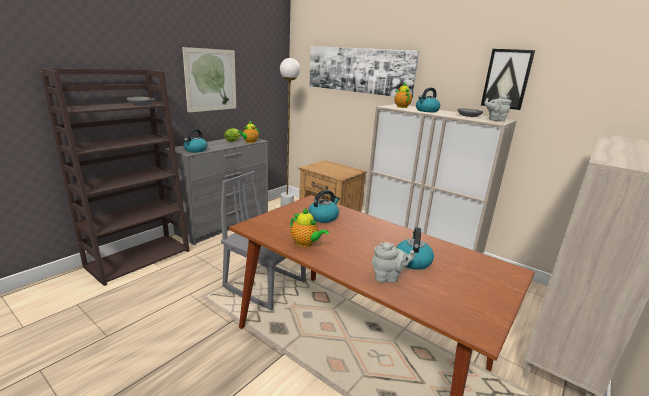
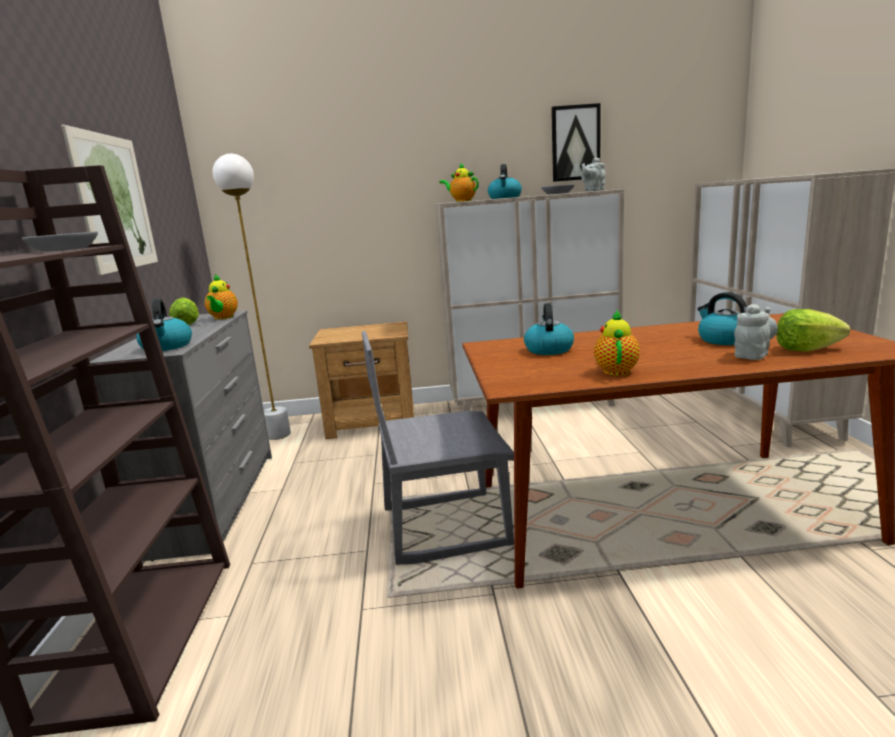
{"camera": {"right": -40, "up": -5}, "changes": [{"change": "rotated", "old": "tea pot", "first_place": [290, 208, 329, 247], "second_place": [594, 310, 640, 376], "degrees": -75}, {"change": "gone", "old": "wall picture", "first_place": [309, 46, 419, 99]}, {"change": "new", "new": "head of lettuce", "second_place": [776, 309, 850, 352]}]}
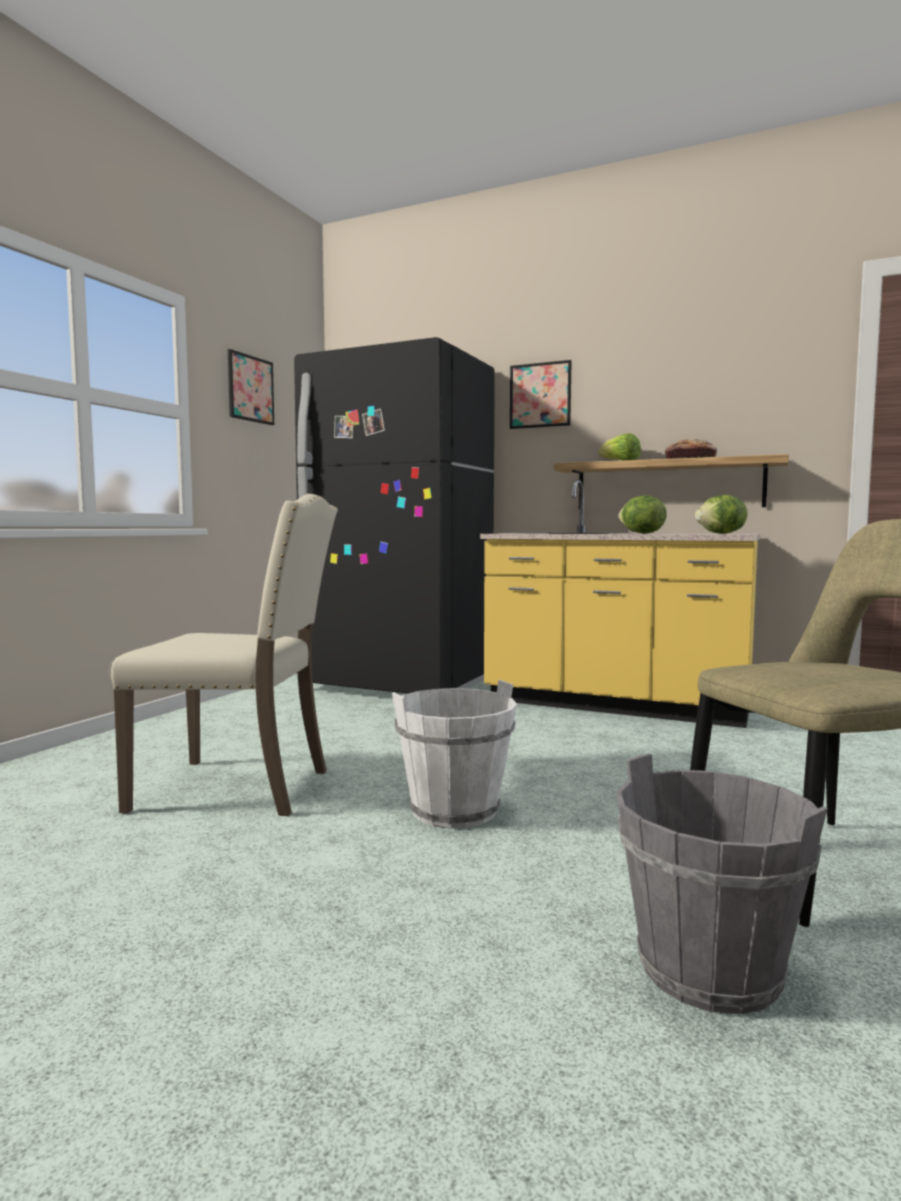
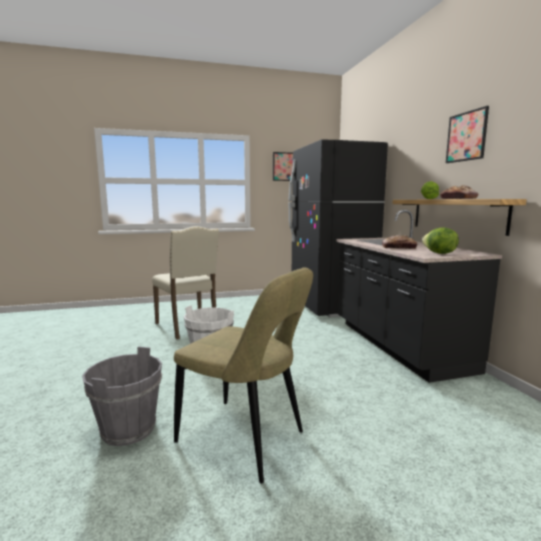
{"camera": {"right": 50, "up": 5}, "changes": [{"change": "repainted", "old": "yellow-coloured counter", "new": "black counter", "first_place": [480, 480, 760, 728], "second_place": [336, 210, 502, 383]}, {"change": "shifted", "old": "wall picture", "first_place": [510, 360, 572, 429], "second_place": [446, 106, 489, 163]}, {"change": "swapped", "old": "head of lettuce", "new": "bakery bread", "first_place": [619, 495, 667, 534], "second_place": [382, 235, 417, 249]}]}
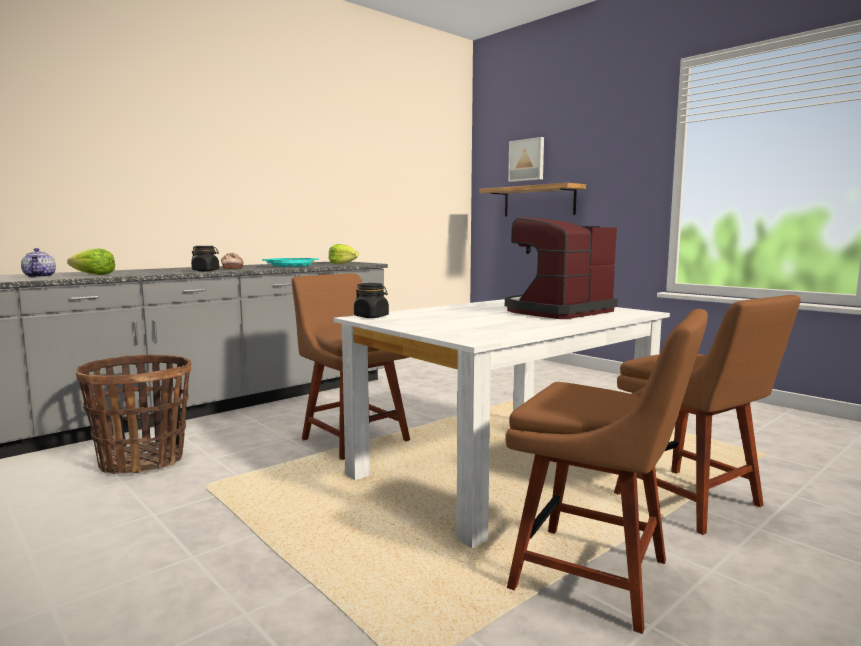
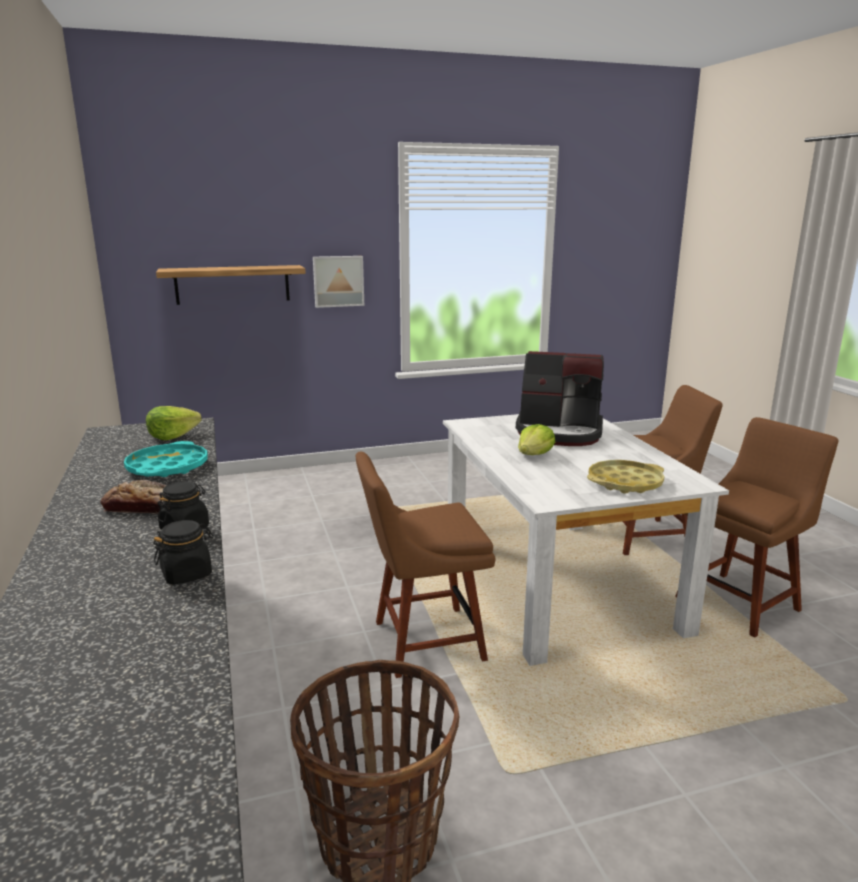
{"camera": {"right": -65, "up": 10}, "changes": [{"change": "gone", "old": "tea pot", "first_place": [21, 248, 56, 278]}, {"change": "shifted", "old": "head of lettuce", "first_place": [67, 249, 115, 275], "second_place": [518, 424, 555, 455]}, {"change": "shifted", "old": "black preserve jar", "first_place": [354, 283, 389, 318], "second_place": [153, 520, 214, 585]}, {"change": "rotated", "old": "coffee brewer", "first_place": [505, 217, 618, 319], "second_place": [516, 351, 604, 446], "degrees": -60}, {"change": "shifted", "old": "wall picture", "first_place": [508, 137, 544, 182], "second_place": [313, 256, 364, 308]}, {"change": "new", "new": "yellow-coloured serving tray", "second_place": [587, 460, 665, 494]}]}
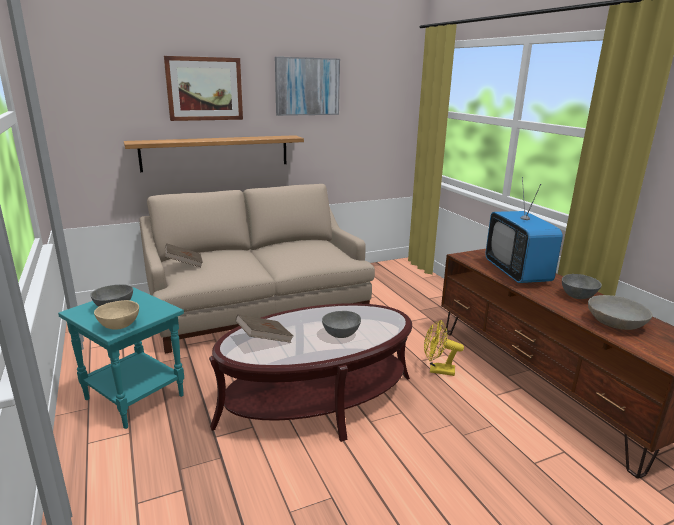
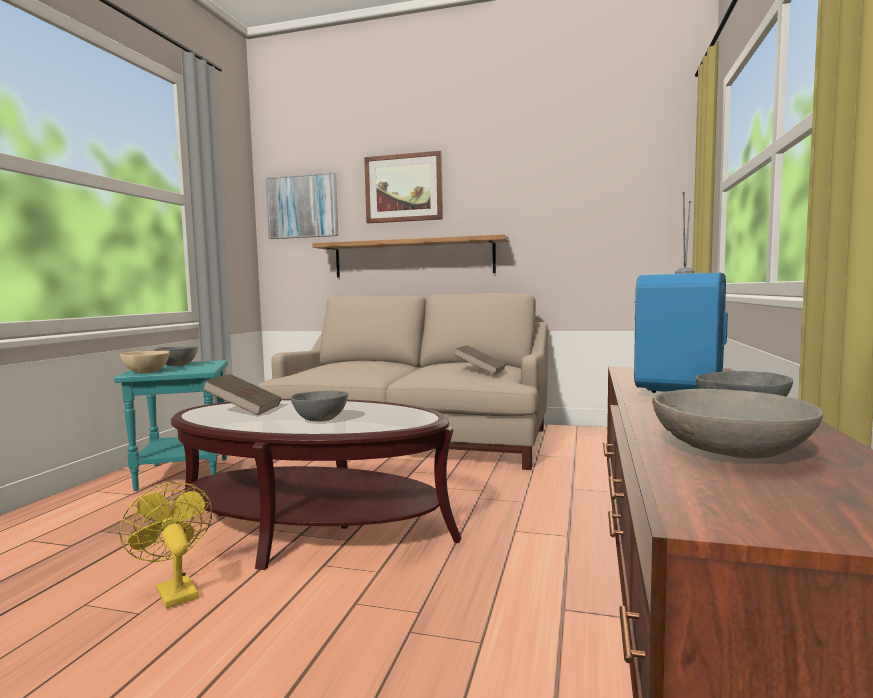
{"camera": {"right": 40, "up": -15}, "changes": [{"change": "shifted", "old": "brown-coloured book", "first_place": [165, 244, 203, 267], "second_place": [454, 345, 506, 375]}, {"change": "shifted", "old": "wall picture", "first_place": [275, 57, 340, 116], "second_place": [266, 172, 338, 239]}, {"change": "shifted", "old": "yellow-coloured cooling fan", "first_place": [424, 320, 464, 376], "second_place": [119, 482, 212, 609]}]}
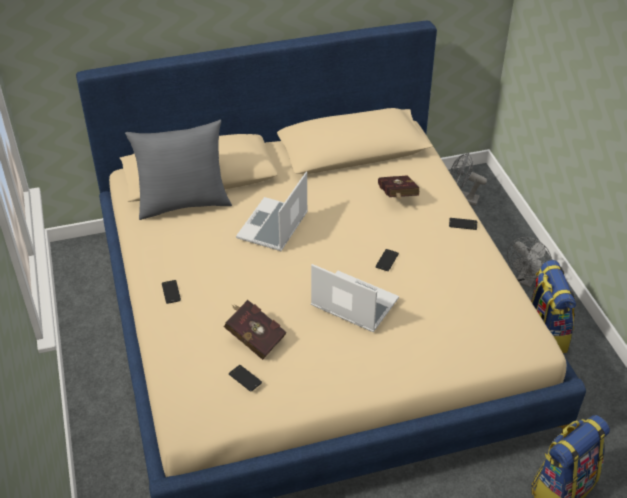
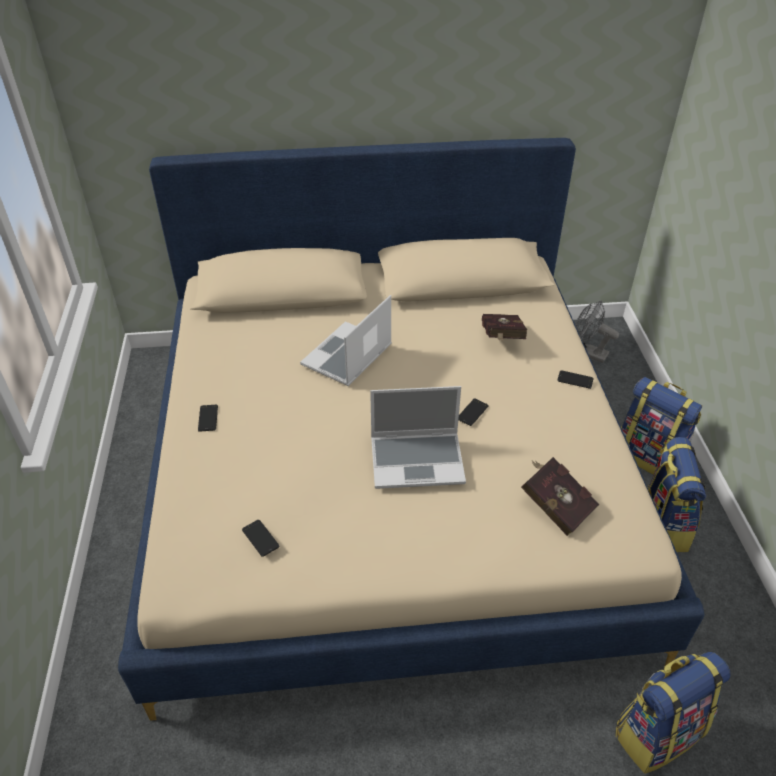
{"camera": {"right": 10, "up": 0}, "changes": [{"change": "gone", "old": "grey pillow", "first_place": [125, 120, 232, 220]}, {"change": "shifted", "old": "red-coloured book", "first_place": [223, 300, 287, 360], "second_place": [521, 457, 599, 536]}, {"change": "rotated", "old": "portable computer", "first_place": [311, 264, 399, 332], "second_place": [370, 386, 466, 489], "degrees": 135}, {"change": "swapped", "old": "grey cooling fan", "new": "backpack", "first_place": [507, 237, 552, 288], "second_place": [621, 377, 702, 475]}]}
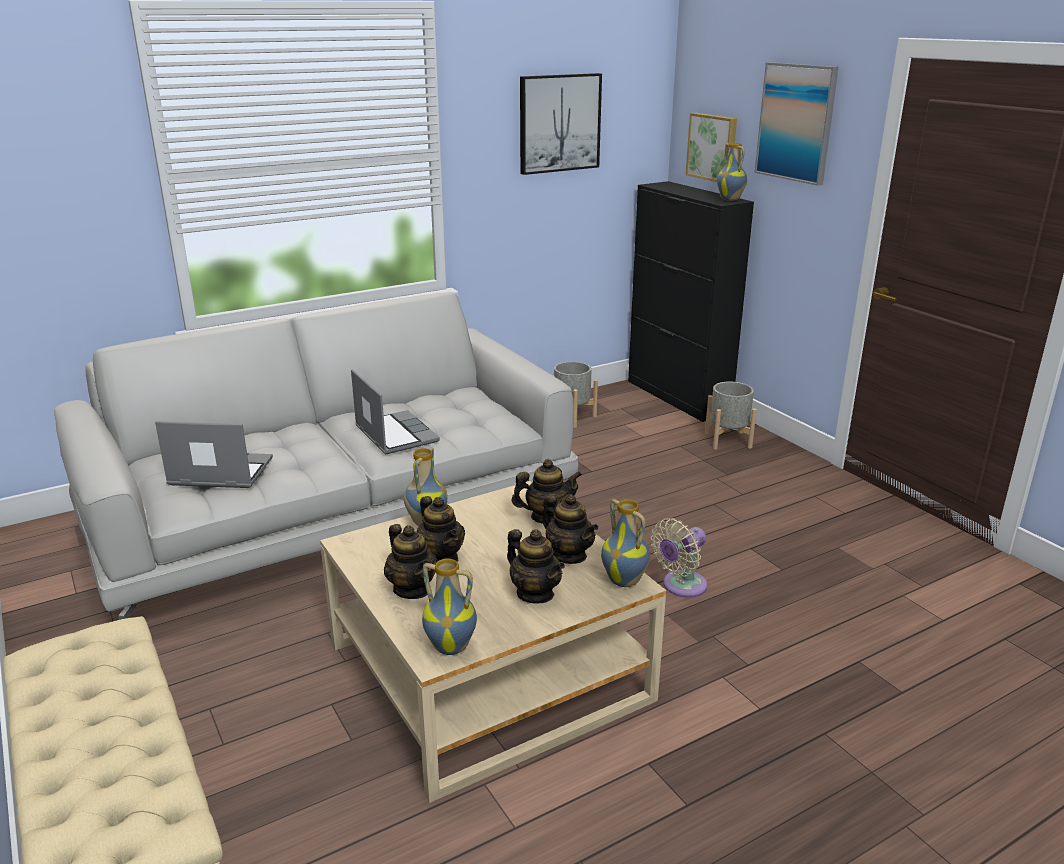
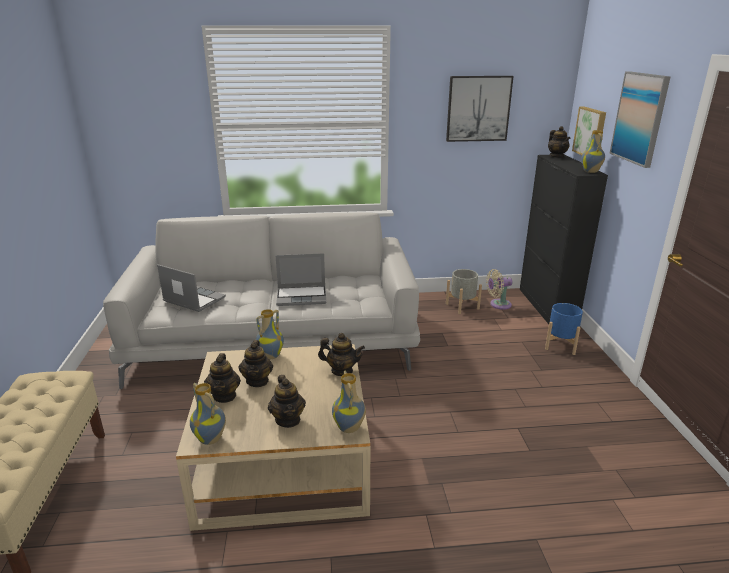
{"camera": {"right": 25, "up": 0}, "changes": [{"change": "rotated", "old": "portable computer", "first_place": [351, 369, 440, 455], "second_place": [275, 253, 327, 306], "degrees": 90}, {"change": "shifted", "old": "tea pot", "first_place": [542, 494, 598, 564], "second_place": [548, 126, 571, 158]}, {"change": "shifted", "old": "beige cooling fan", "first_place": [651, 518, 708, 598], "second_place": [486, 269, 512, 310]}, {"change": "repainted", "old": "grey planter", "new": "blue planter", "first_place": [705, 382, 757, 449], "second_place": [545, 303, 583, 355]}]}
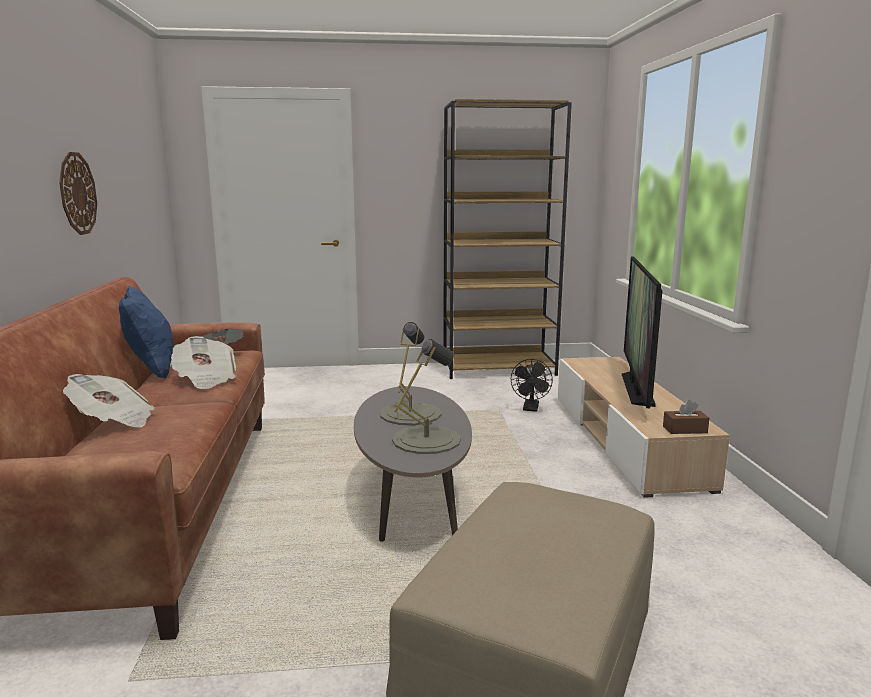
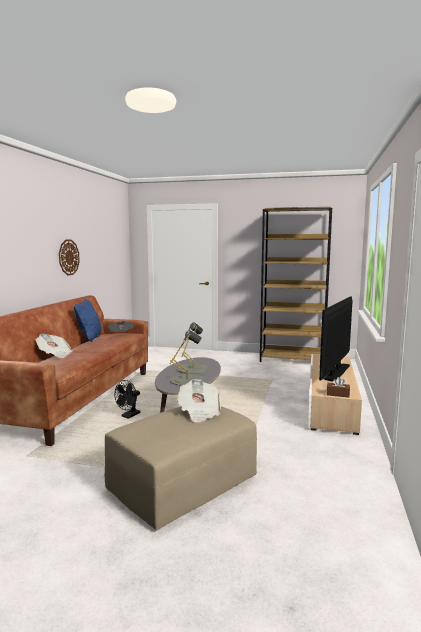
{"camera": {"right": 20, "up": -5}, "changes": [{"change": "shifted", "old": "printed paper", "first_place": [170, 336, 236, 389], "second_place": [177, 379, 221, 423]}, {"change": "shifted", "old": "black cooling fan", "first_place": [511, 359, 553, 412], "second_place": [115, 380, 140, 419]}]}
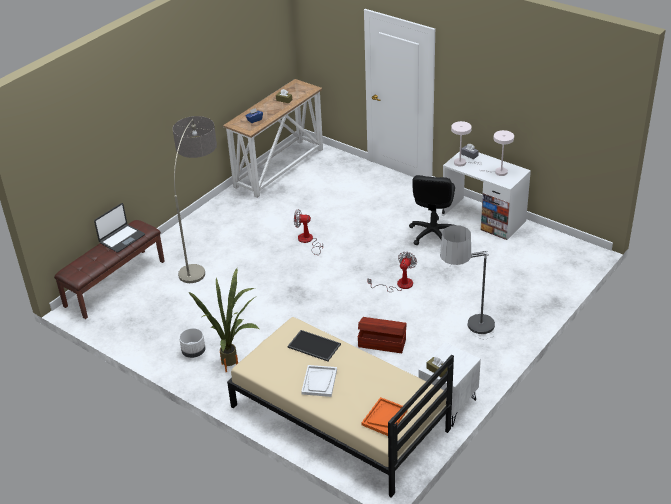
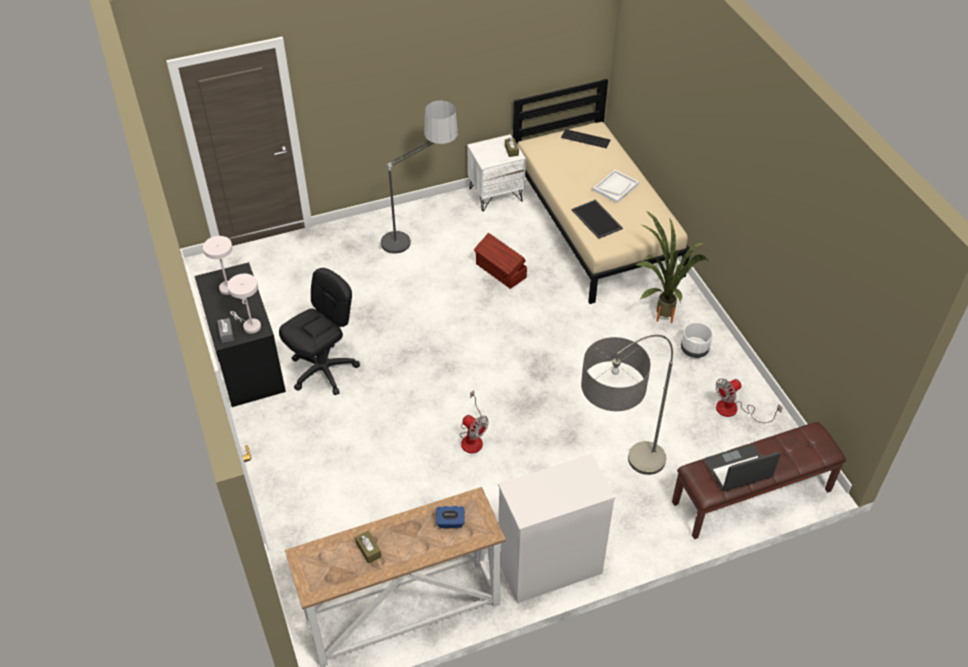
{"camera": {"right": -150, "up": 10}, "changes": [{"change": "swapped", "old": "orange-coloured serving tray", "new": "PC keyboard", "first_place": [361, 397, 408, 436], "second_place": [561, 129, 611, 148]}, {"change": "shifted", "old": "cooling fan", "first_place": [368, 252, 417, 292], "second_place": [715, 379, 782, 423]}, {"change": "repainted", "old": "white desk", "new": "black desk", "first_place": [442, 151, 531, 240], "second_place": [195, 262, 286, 407]}, {"change": "new", "new": "white dresser", "second_place": [498, 454, 616, 603]}]}
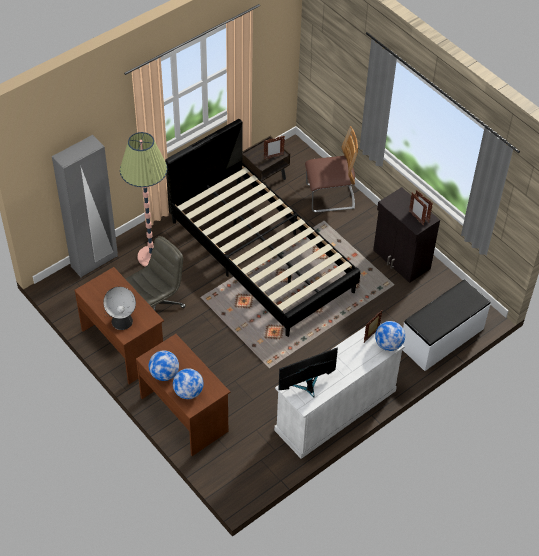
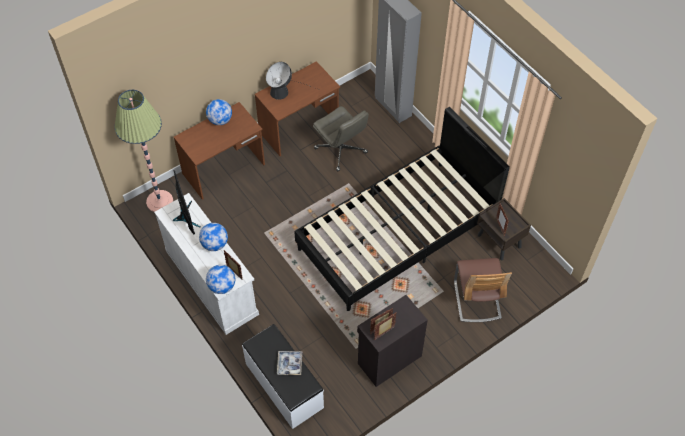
{"camera": {"right": 95, "up": 5}, "changes": [{"change": "shifted", "old": "floor lamp", "first_place": [120, 132, 167, 267], "second_place": [114, 90, 173, 212]}, {"change": "shifted", "old": "globe", "first_place": [173, 368, 203, 399], "second_place": [199, 223, 228, 251]}, {"change": "new", "new": "serving tray", "second_place": [277, 351, 302, 375]}]}
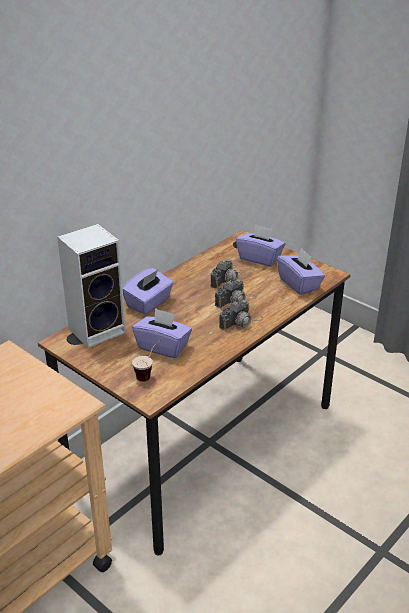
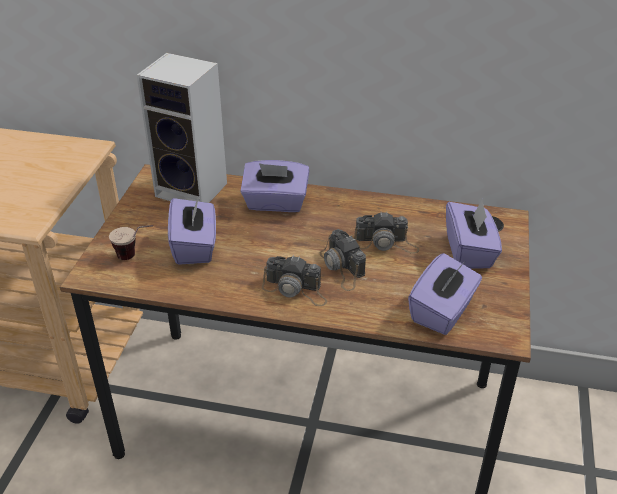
{"camera": {"right": 60, "up": 5}, "changes": [{"change": "rotated", "old": "photo camera", "first_place": [215, 279, 257, 310], "second_place": [320, 229, 366, 291], "degrees": 45}]}
